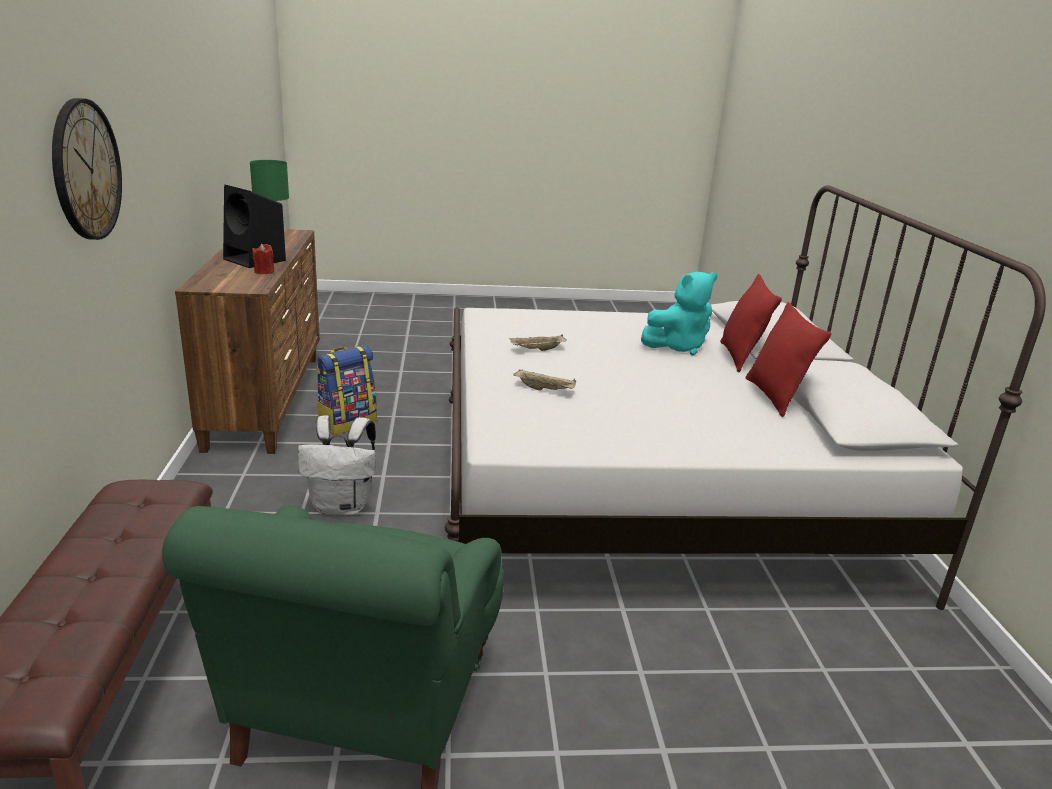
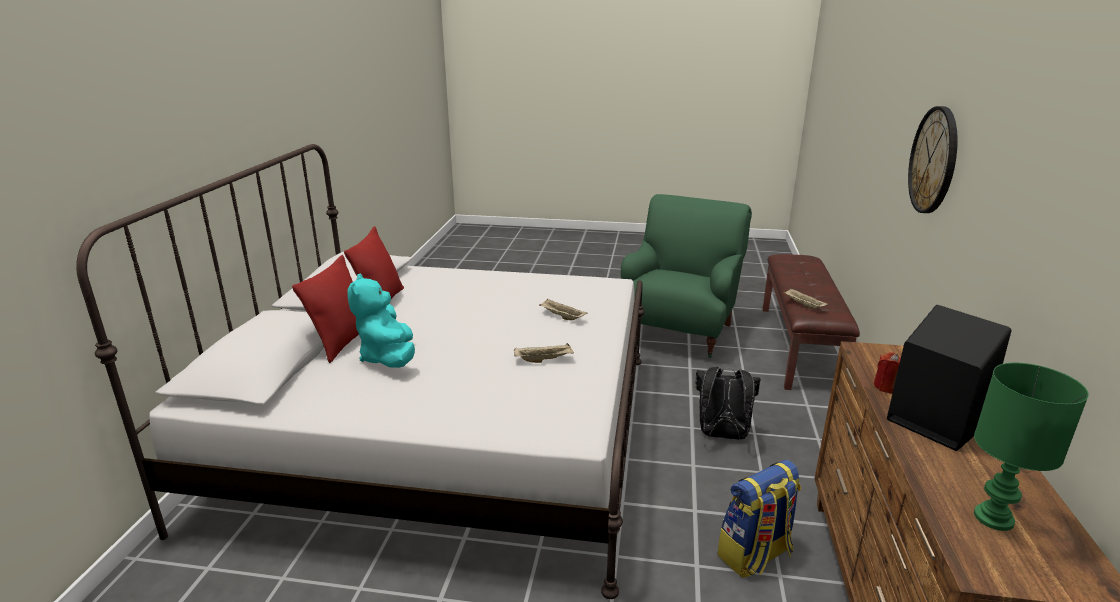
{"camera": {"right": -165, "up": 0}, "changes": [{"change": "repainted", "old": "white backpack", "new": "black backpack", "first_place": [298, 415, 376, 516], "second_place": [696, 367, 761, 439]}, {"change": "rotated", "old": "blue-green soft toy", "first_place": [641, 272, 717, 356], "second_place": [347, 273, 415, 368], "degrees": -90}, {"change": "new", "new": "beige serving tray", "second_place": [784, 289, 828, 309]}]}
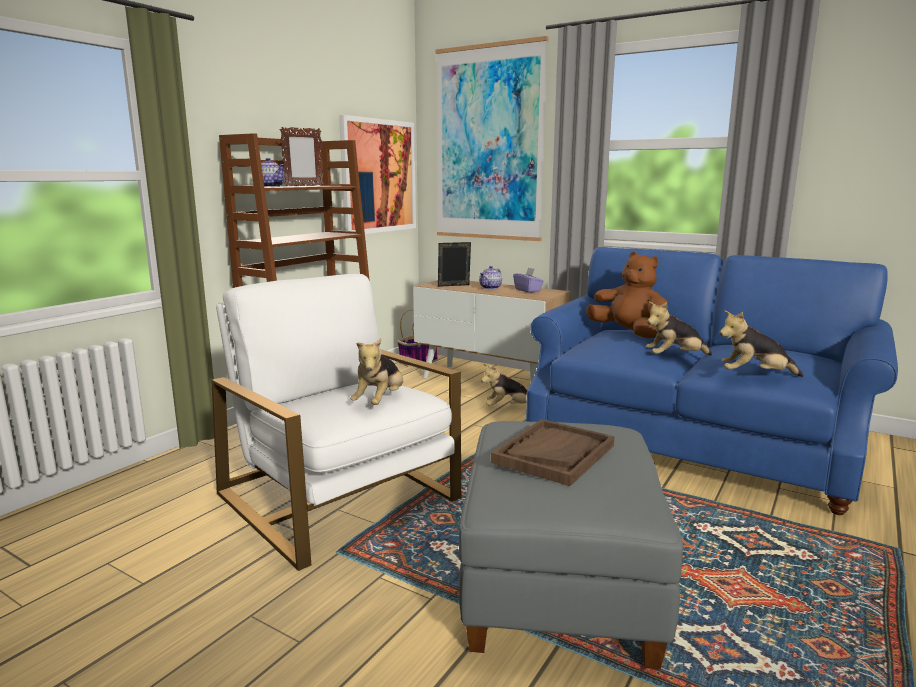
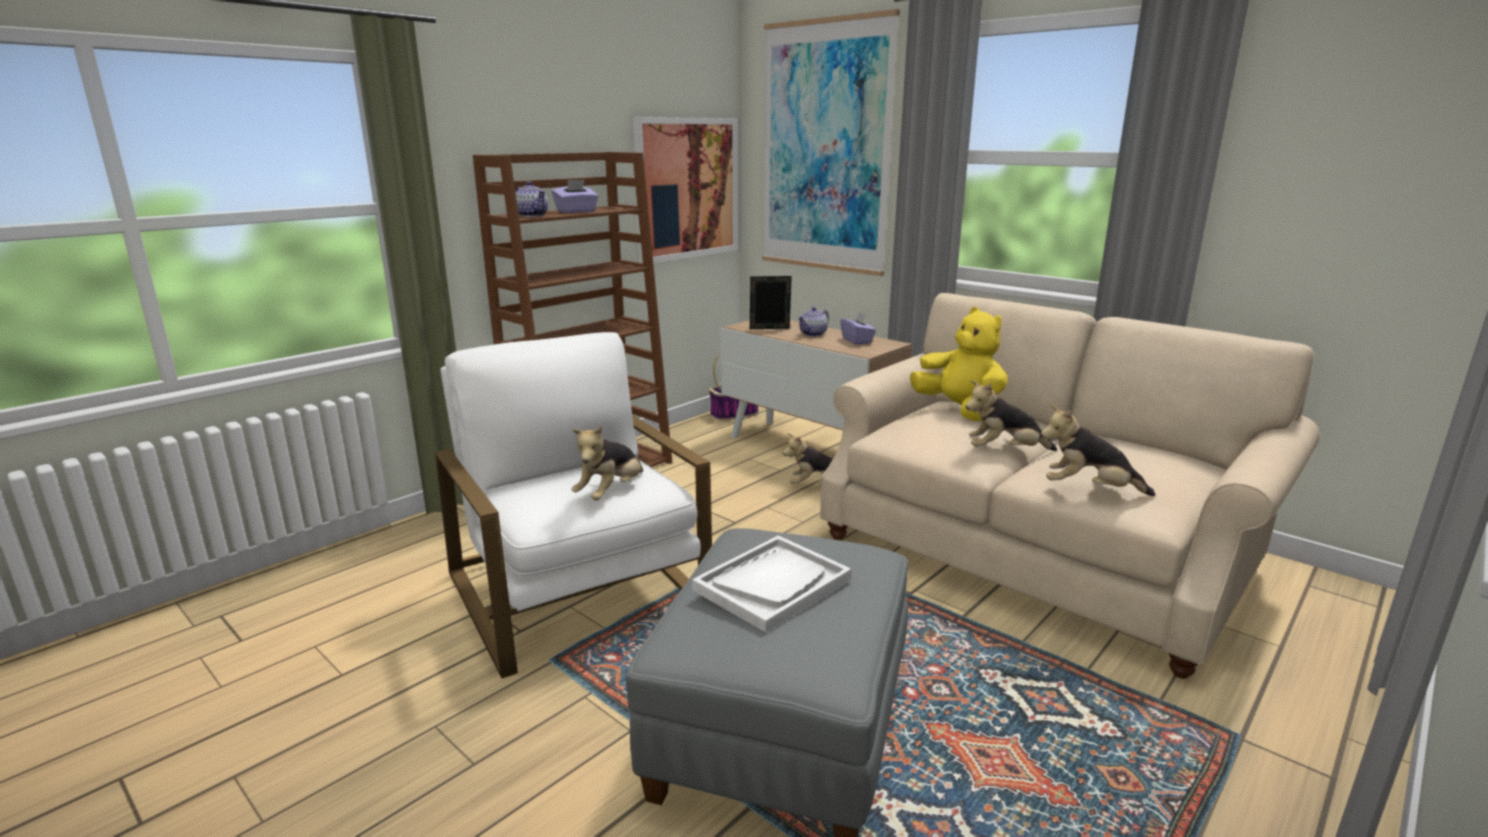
{"camera": {"right": 10, "up": 5}, "changes": [{"change": "swapped", "old": "standing frame", "new": "purplish box of tissues", "first_place": [280, 127, 324, 186], "second_place": [552, 179, 599, 213]}, {"change": "repainted", "old": "brown-coloured serving tray", "new": "white serving tray", "first_place": [491, 419, 615, 486], "second_place": [692, 536, 852, 632]}, {"change": "repainted", "old": "blue couch", "new": "beige couch", "first_place": [526, 247, 898, 515], "second_place": [820, 293, 1320, 679]}, {"change": "repainted", "old": "brown-coloured soft toy", "new": "yellow-coloured soft toy", "first_place": [586, 252, 668, 338], "second_place": [910, 307, 1008, 421]}]}
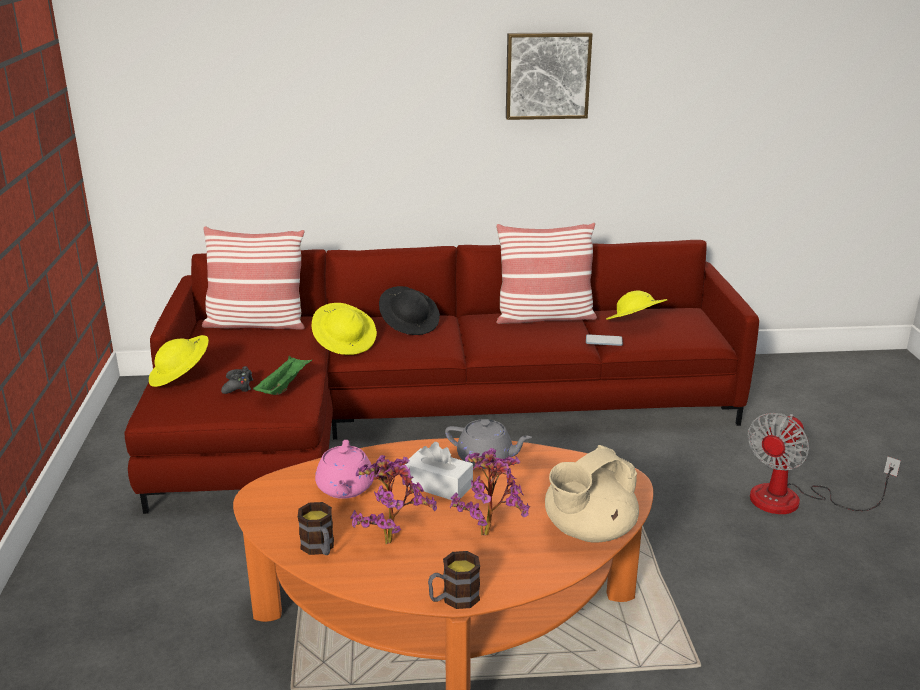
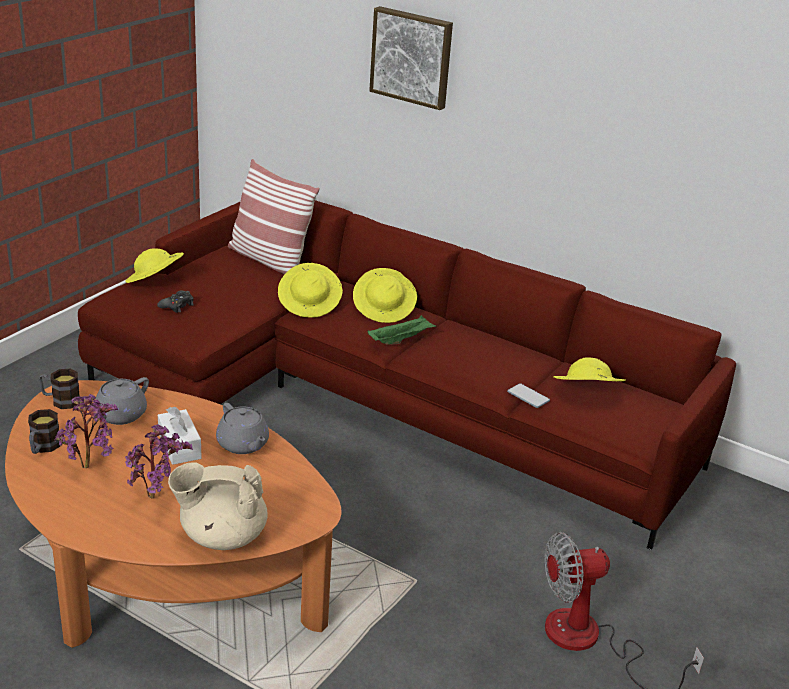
{"camera": {"right": 35, "up": 5}, "changes": [{"change": "shifted", "old": "greenish serving tray", "first_place": [253, 356, 312, 395], "second_place": [368, 315, 436, 345]}, {"change": "repainted", "old": "pinkish tea pot", "new": "grey tea pot", "first_place": [315, 440, 373, 499], "second_place": [87, 377, 149, 425]}, {"change": "repainted", "old": "black wearable hat", "new": "yellow-coloured wearable hat", "first_place": [379, 286, 440, 335], "second_place": [353, 268, 417, 323]}, {"change": "shifted", "old": "tea mug", "first_place": [428, 551, 480, 609], "second_place": [39, 369, 80, 409]}, {"change": "gone", "old": "pillow", "first_place": [496, 223, 597, 324]}, {"change": "shifted", "old": "wall picture", "first_place": [506, 32, 592, 120], "second_place": [369, 6, 453, 110]}]}
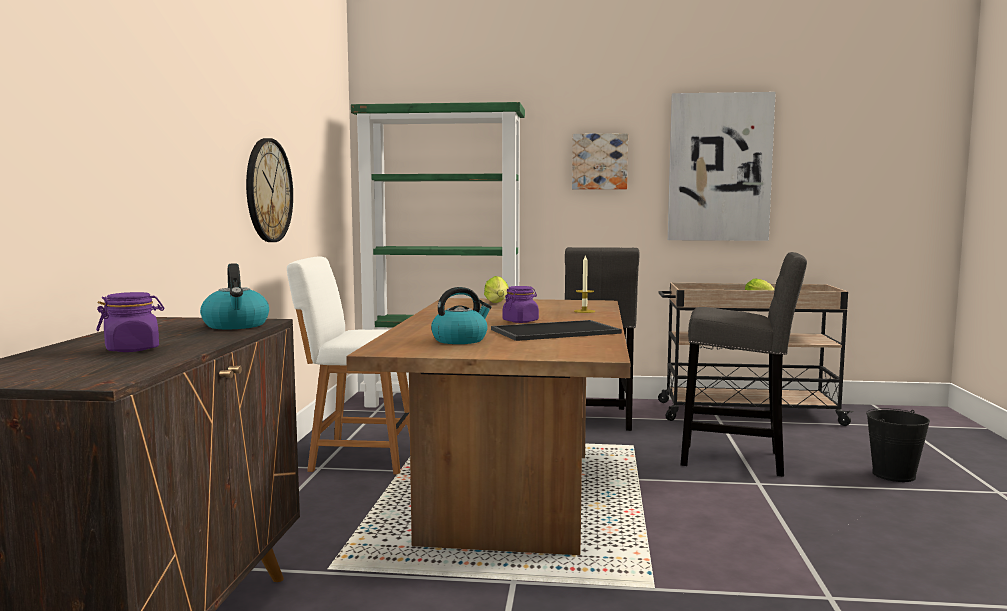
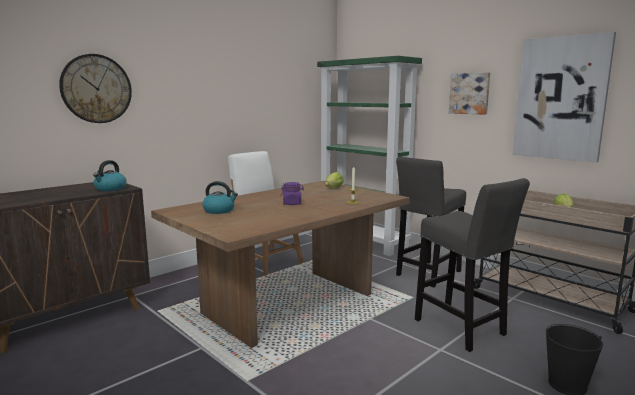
{"camera": {"right": 40, "up": 5}, "changes": [{"change": "gone", "old": "purplish preserve jar", "first_place": [96, 292, 164, 352]}, {"change": "shifted", "old": "wall clock", "first_place": [246, 138, 293, 242], "second_place": [59, 54, 132, 123]}, {"change": "gone", "old": "serving tray", "first_place": [491, 320, 622, 341]}]}
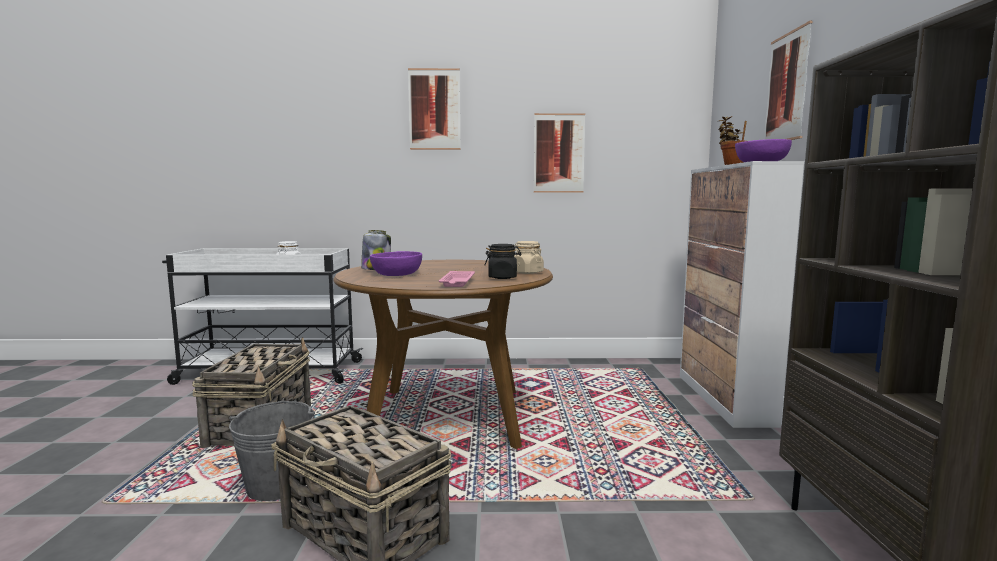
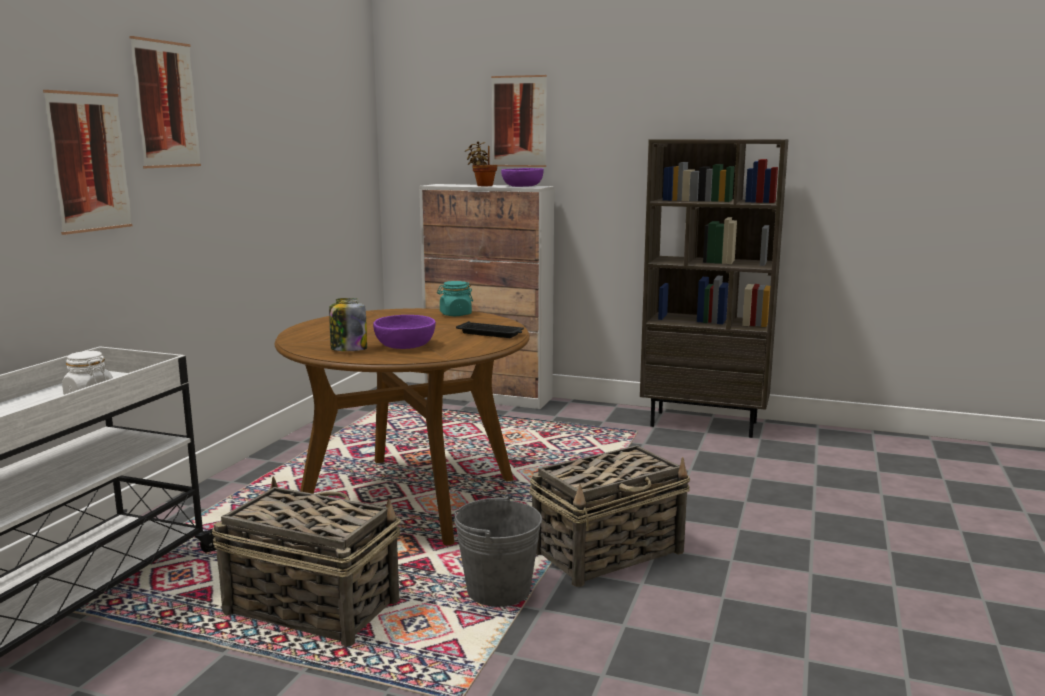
{"camera": {"right": -70, "up": 5}, "changes": [{"change": "repainted", "old": "pinkish serving tray", "new": "black serving tray", "first_place": [439, 271, 475, 287], "second_place": [456, 321, 524, 338]}, {"change": "gone", "old": "black preserve jar", "first_place": [485, 244, 522, 279]}, {"change": "repainted", "old": "beige preserve jar", "new": "blue-green preserve jar", "first_place": [514, 241, 544, 274], "second_place": [437, 281, 473, 316]}, {"change": "shifted", "old": "wall picture", "first_place": [534, 113, 585, 192], "second_place": [43, 90, 132, 235]}]}
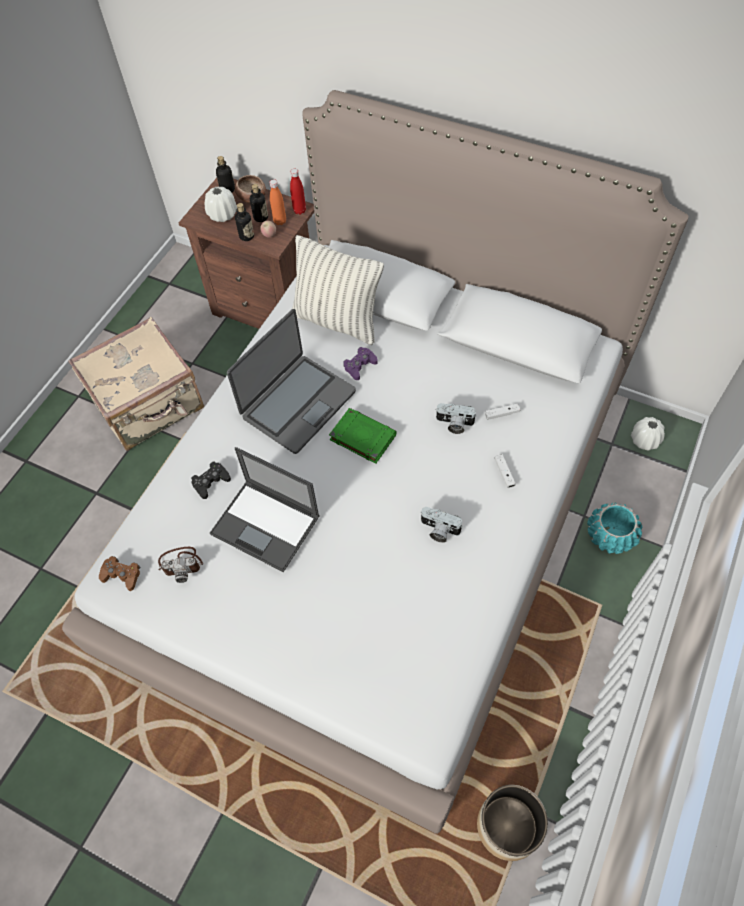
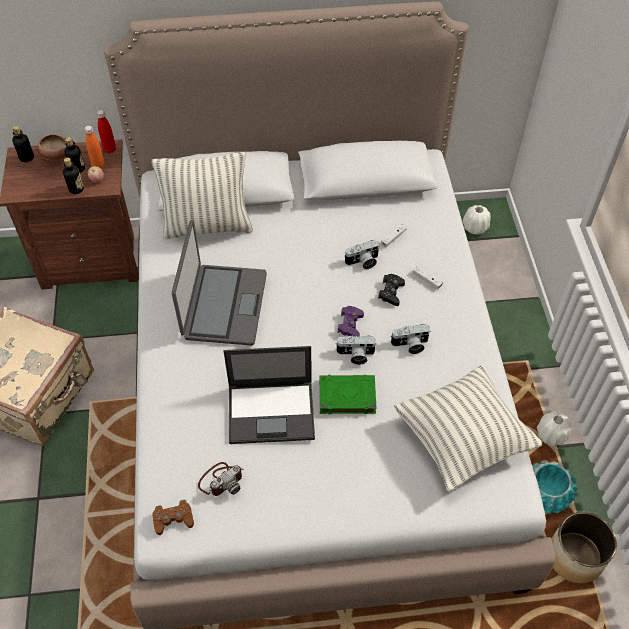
{"camera": {"right": -35, "up": -5}, "changes": [{"change": "shifted", "old": "black game controller", "first_place": [191, 462, 231, 499], "second_place": [378, 274, 405, 306]}, {"change": "shifted", "old": "white flower vase", "first_place": [205, 187, 237, 222], "second_place": [537, 411, 571, 446]}, {"change": "shifted", "old": "greenish book", "first_place": [329, 408, 397, 464], "second_place": [320, 375, 377, 414]}, {"change": "shifted", "old": "purplish game controller", "first_place": [343, 347, 378, 380], "second_place": [338, 306, 364, 337]}, {"change": "shifted", "old": "blue-green planter", "first_place": [587, 502, 642, 554], "second_place": [533, 460, 578, 514]}, {"change": "new", "new": "photo camera", "second_place": [335, 335, 377, 365]}, {"change": "new", "new": "pillow", "second_place": [394, 365, 542, 492]}]}
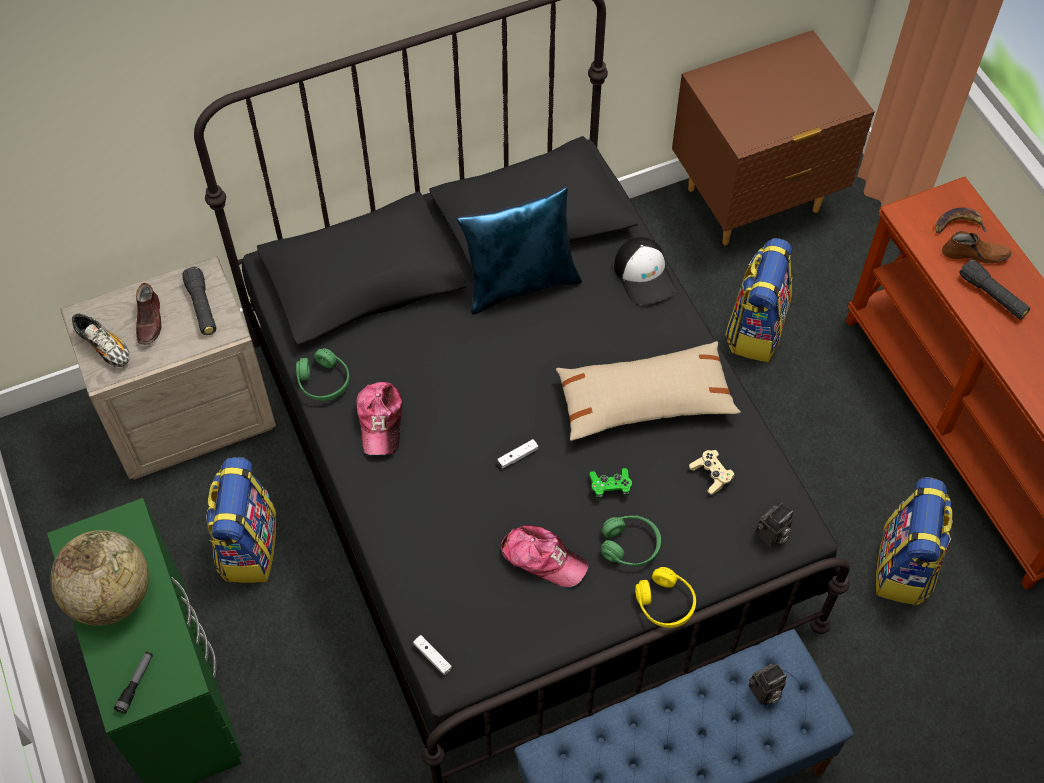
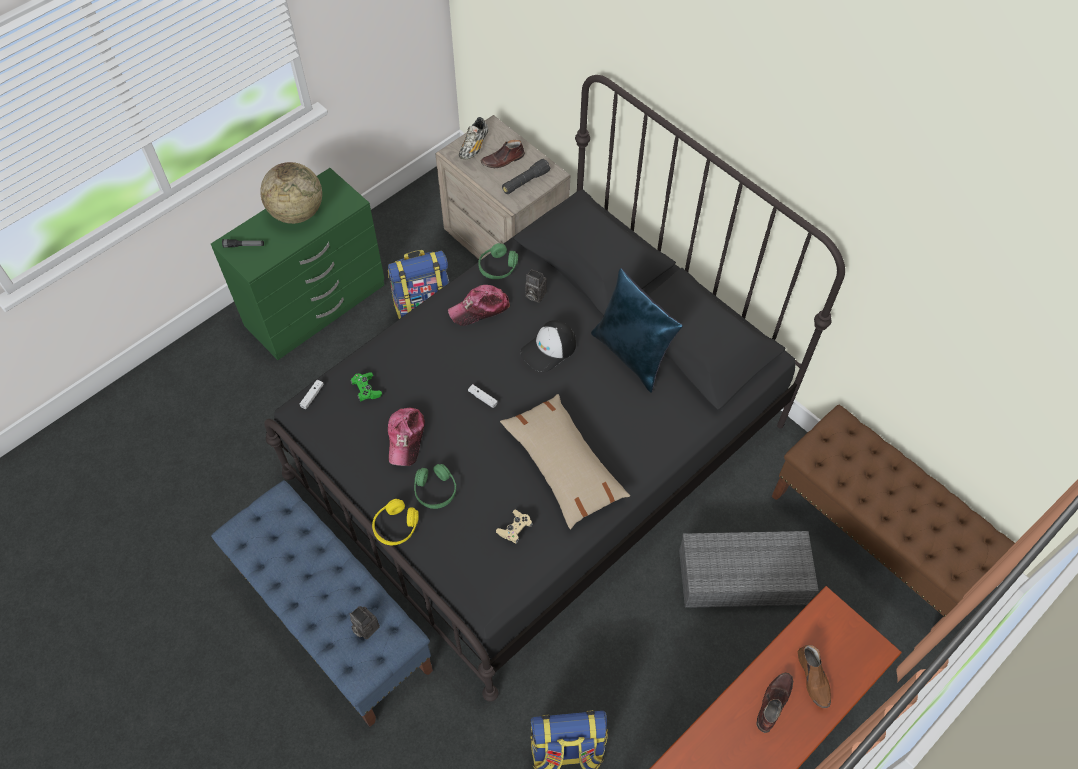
{"camera": {"right": 70, "up": 0}, "changes": [{"change": "shifted", "old": "greenish game controller", "first_place": [589, 468, 632, 499], "second_place": [350, 372, 382, 401]}, {"change": "shifted", "old": "peaked cap", "first_place": [614, 237, 676, 305], "second_place": [520, 320, 576, 372]}, {"change": "swapped", "old": "brown-coloured bedside table", "new": "brown-coloured indoor bench", "first_place": [672, 30, 874, 245], "second_place": [772, 405, 1015, 617]}, {"change": "swapped", "old": "backpack", "new": "grey storage box", "first_place": [725, 238, 792, 362], "second_place": [679, 531, 818, 608]}, {"change": "shifted", "old": "photo camera", "first_place": [755, 503, 793, 548], "second_place": [525, 269, 547, 303]}, {"change": "gone", "old": "whole banana", "first_place": [935, 208, 987, 234]}, {"change": "swapped", "old": "black torch", "new": "brown-coloured shoe", "first_place": [959, 259, 1030, 320], "second_place": [756, 673, 793, 733]}]}
